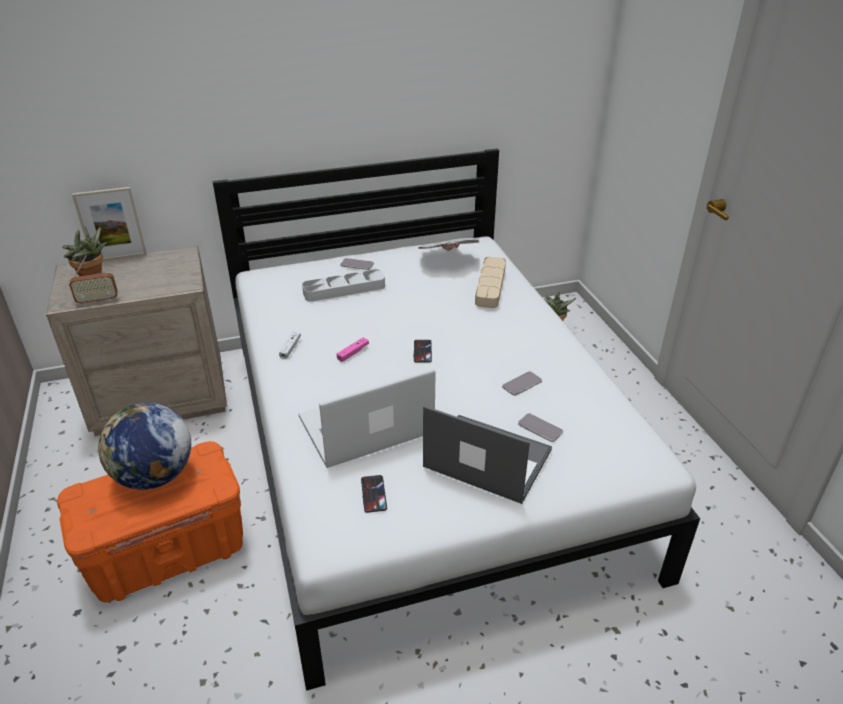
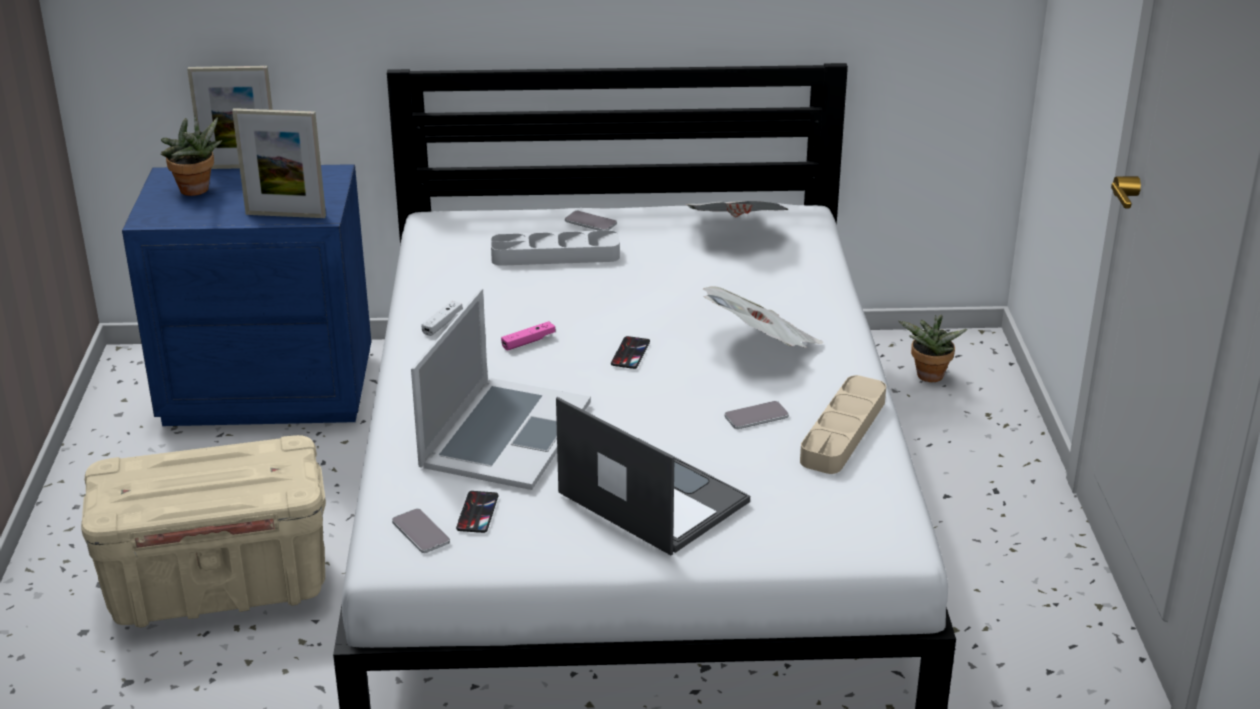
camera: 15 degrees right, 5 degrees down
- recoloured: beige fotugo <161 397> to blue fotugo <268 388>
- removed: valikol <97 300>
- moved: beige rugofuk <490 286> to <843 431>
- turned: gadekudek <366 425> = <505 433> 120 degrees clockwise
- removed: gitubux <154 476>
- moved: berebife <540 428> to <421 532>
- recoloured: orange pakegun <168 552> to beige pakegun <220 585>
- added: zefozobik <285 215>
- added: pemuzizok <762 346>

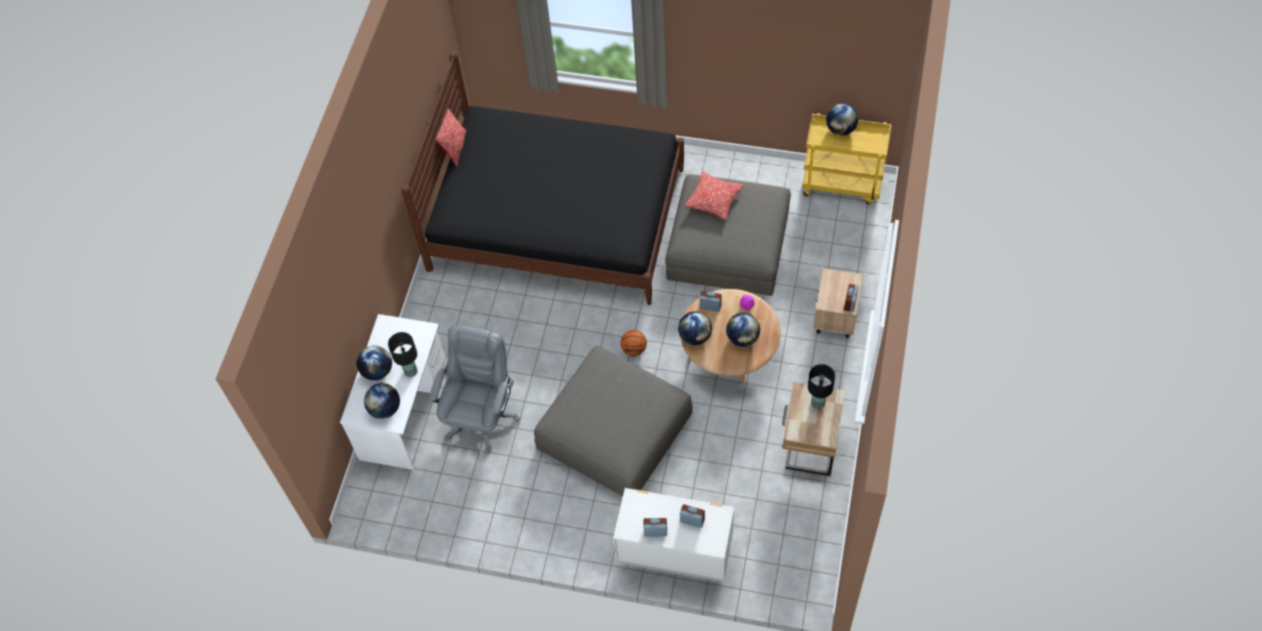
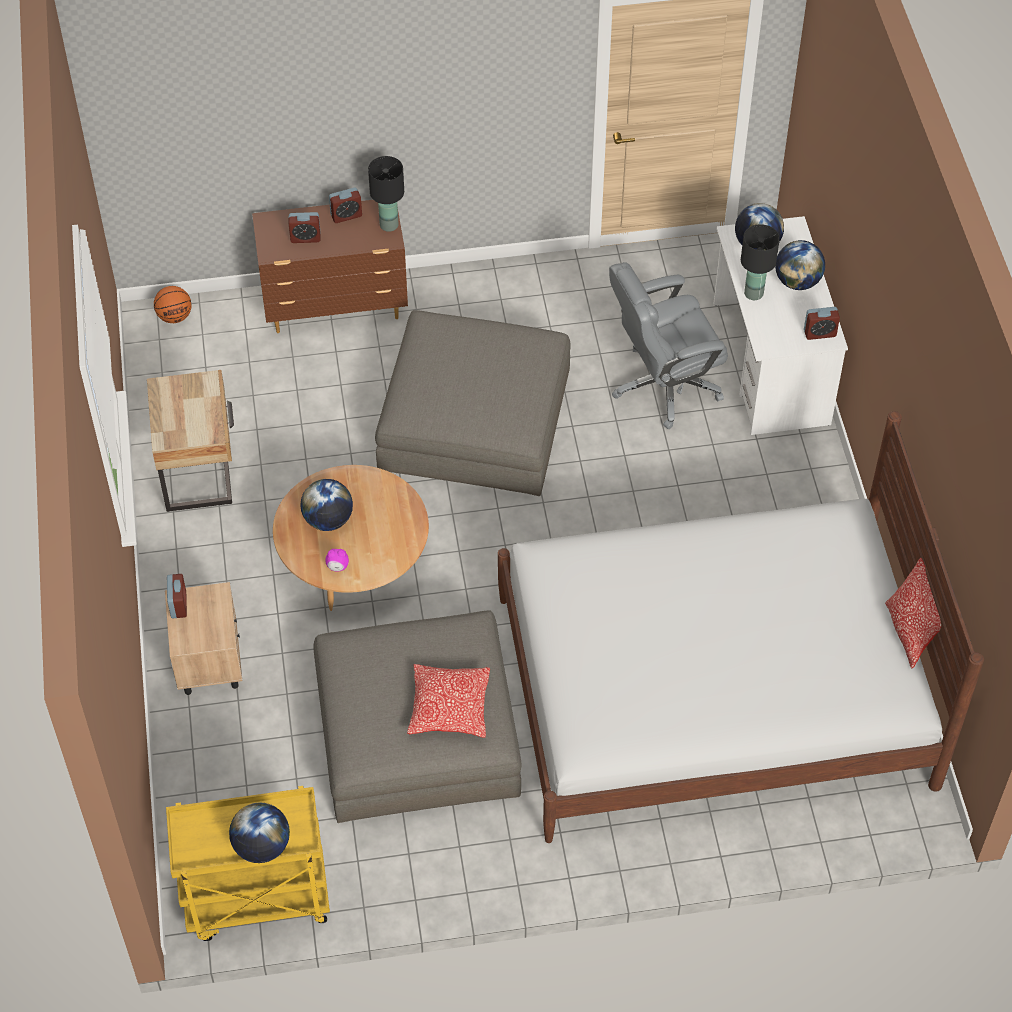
camera: 155 degrees right, 5 degrees down
- recoloured: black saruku <557 219> to white saruku <712 691>
- moved: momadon <710 306> to <819 333>
- removed: gitubux <695 336>
- turned: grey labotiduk <481 417> = <663 385> 75 degrees clockwise
- moved: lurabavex <634 349> to <174 316>
- moved: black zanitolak <818 403> to <388 225>
- recoloured: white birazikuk <674 555> to brown birazikuk <336 308>

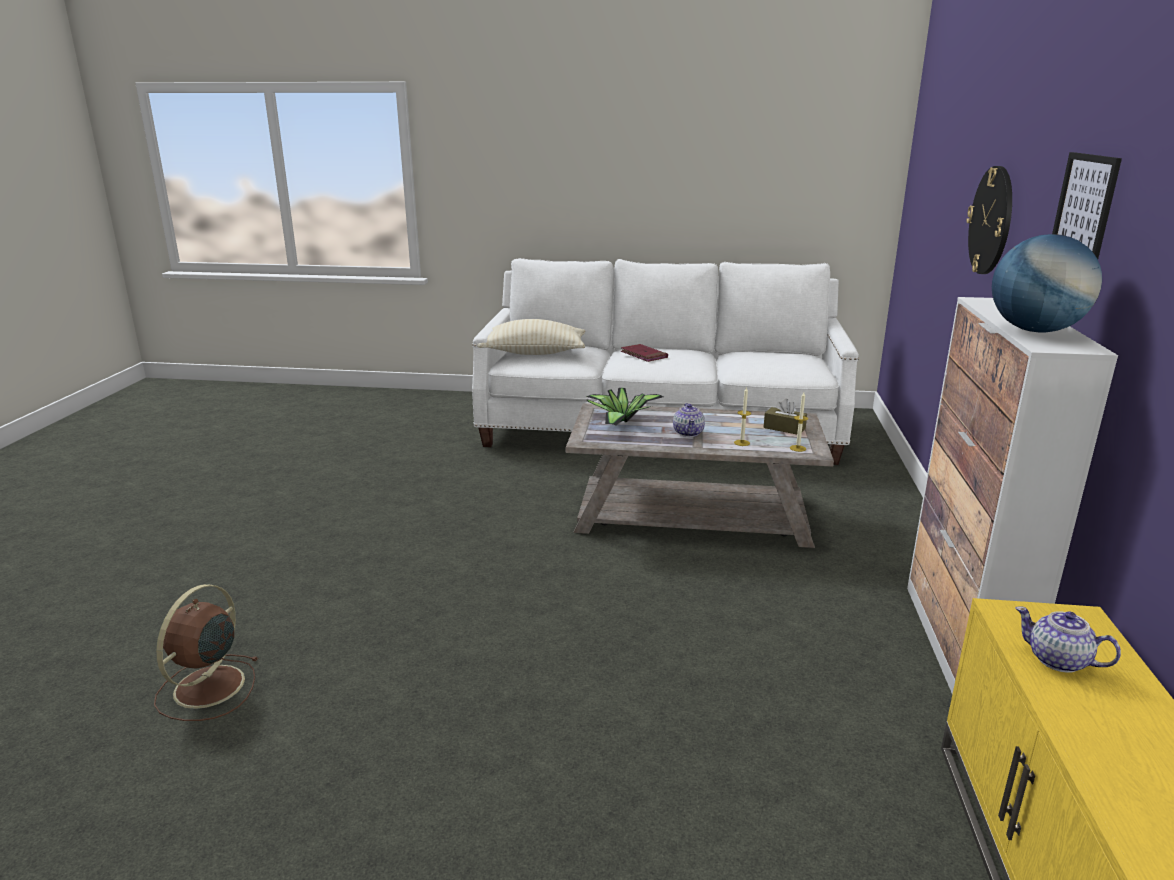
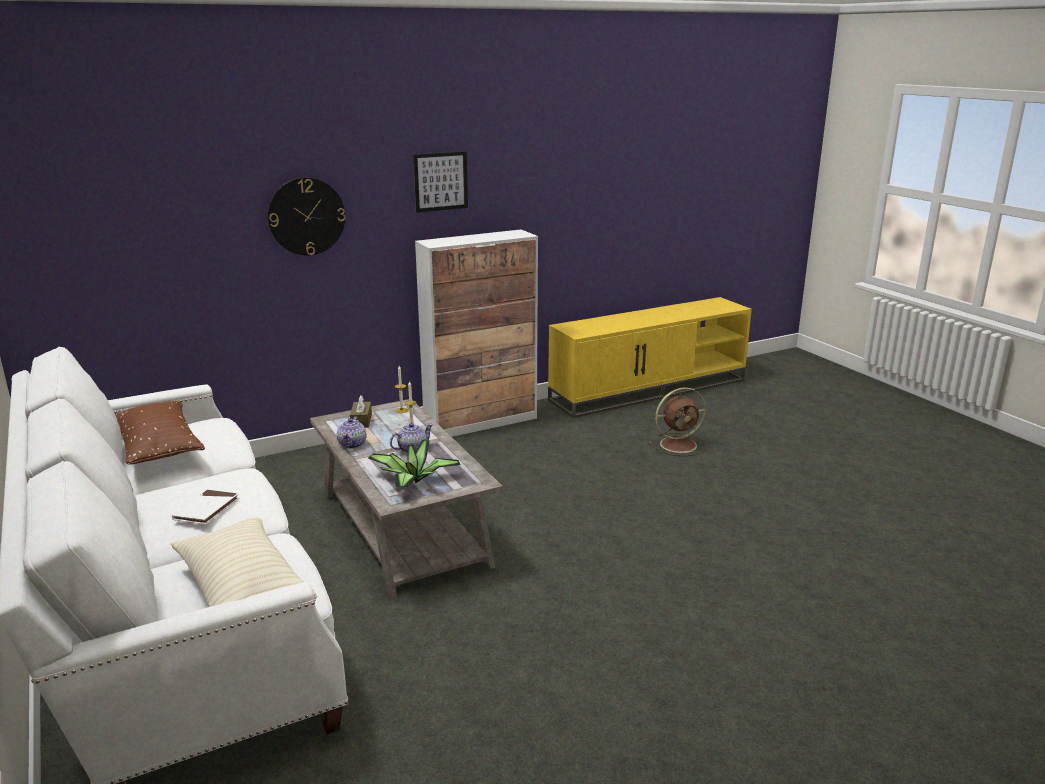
camera: 125 degrees left, 0 degrees up
- removed: gitubux <1035 331>
- recoloured: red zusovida <644 355> to white zusovida <206 510>
- moved: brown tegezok <207 688> to <680 444>
- moved: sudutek <1058 661> to <352 444>
- added: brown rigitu <159 448>

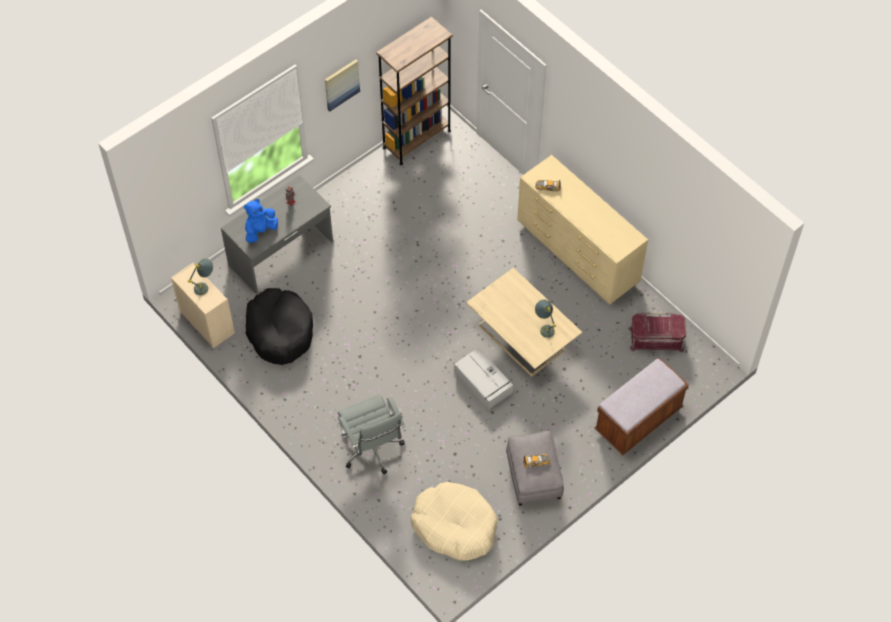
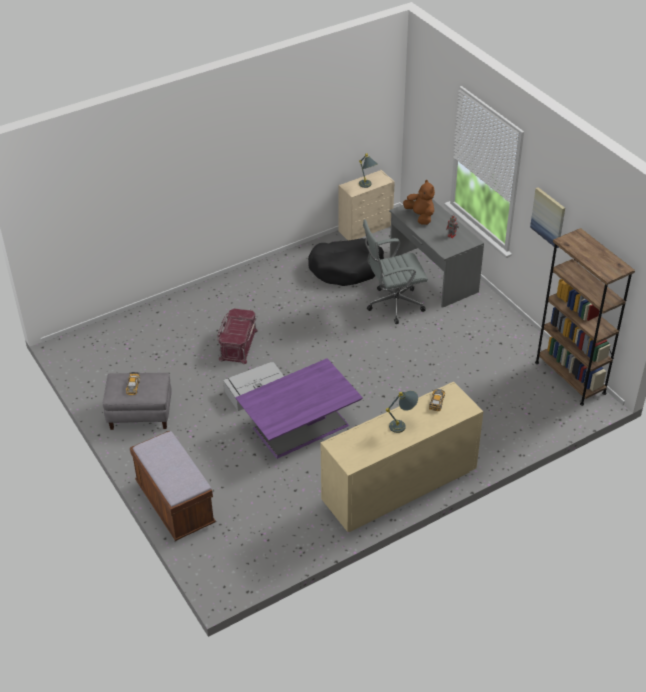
camera: 100 degrees right, 15 degrees down
- recoloured: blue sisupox <260 231> to brown sisupox <420 216>
- recoloured: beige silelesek <523 338> to purple silelesek <299 427>
- moved: grey zanitolak <544 327> to <403 425>
- moved: red pakegun <656 340> to <237 344>
- moved: grey labotiduk <372 450> to <392 305>
- removed: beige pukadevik <454 526>

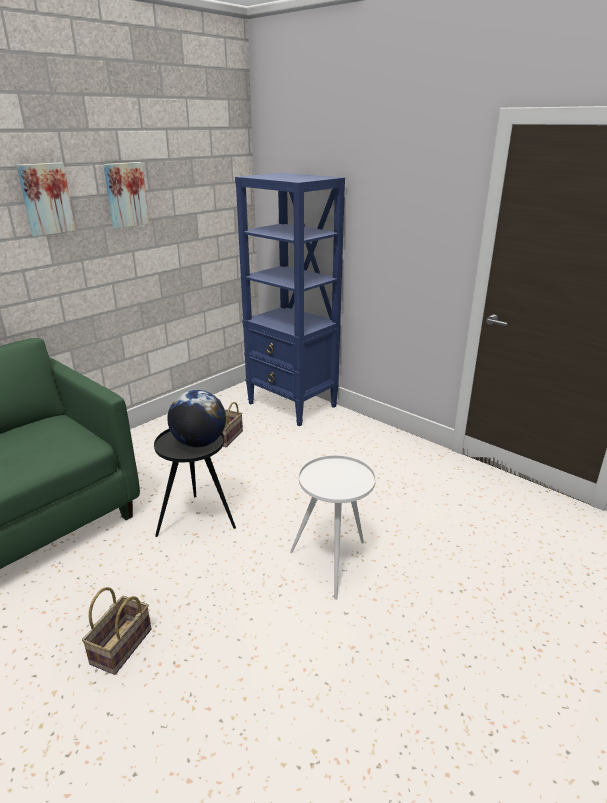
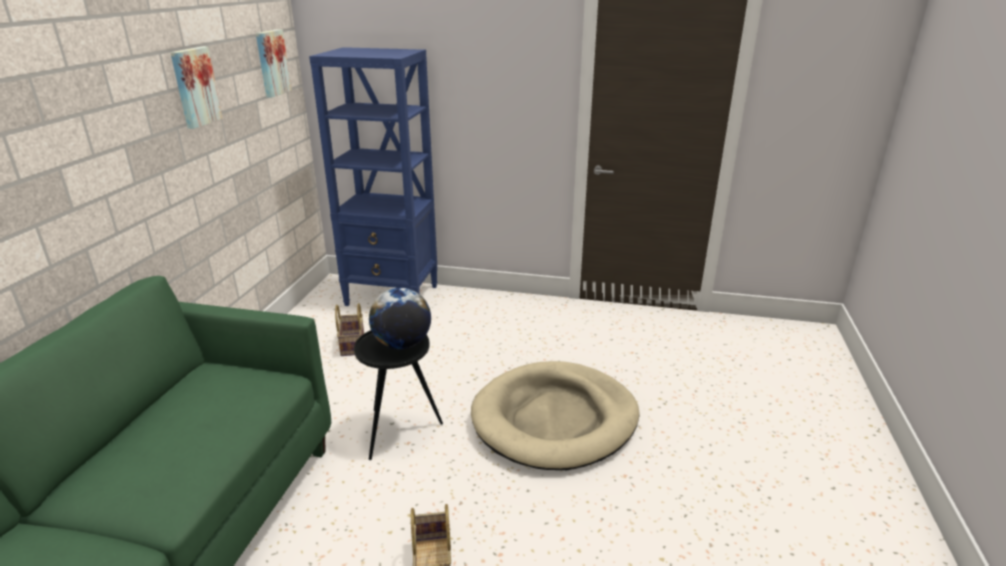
camera: 30 degrees left, 0 degrees up
- moved: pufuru <46 199> to <271 63>
- replaced: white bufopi <334 562> to beige pukadevik <555 419>

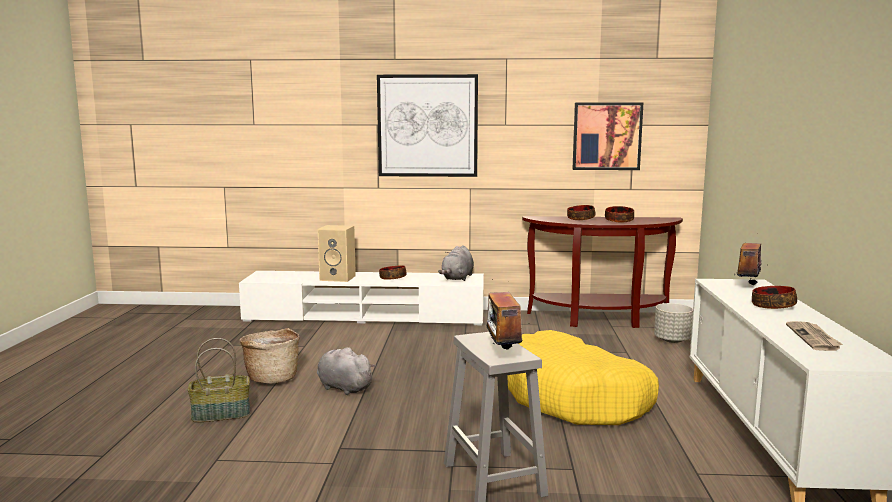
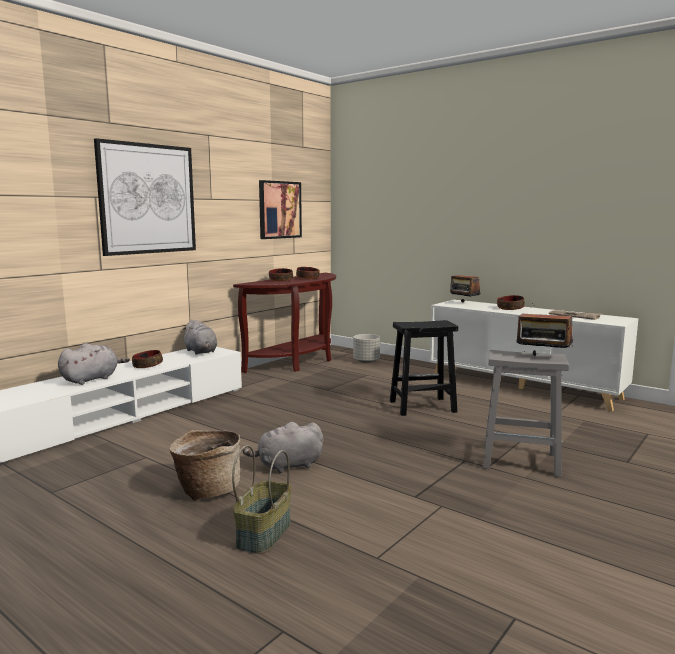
camera: 55 degrees left, 0 degrees up
- replaced: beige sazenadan <338 278> to grey sisupox <92 379>
- replaced: yellow pukadevik <575 398> to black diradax <421 406>

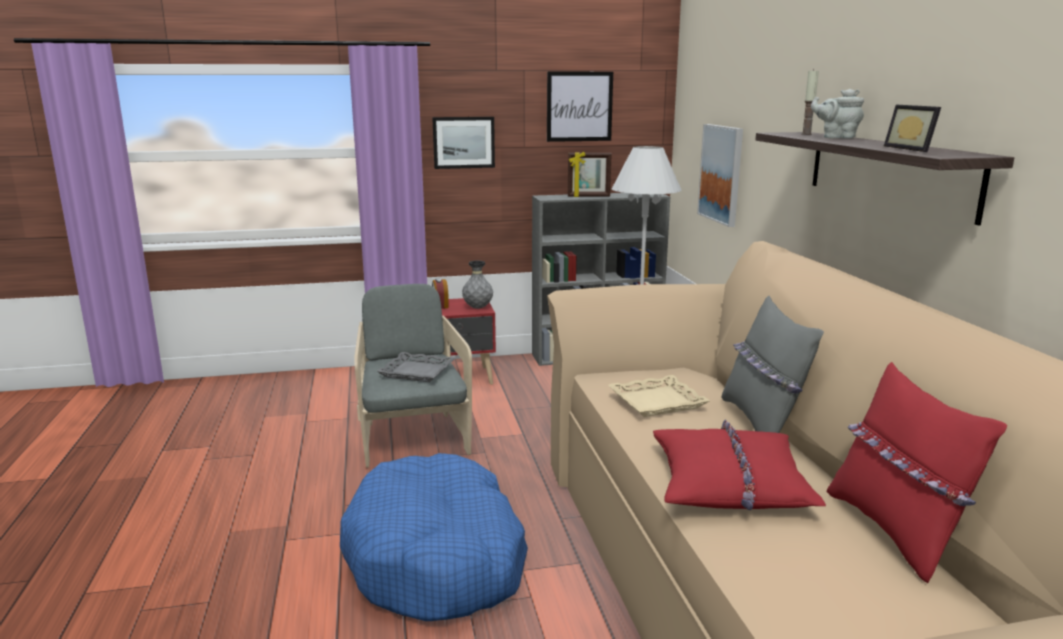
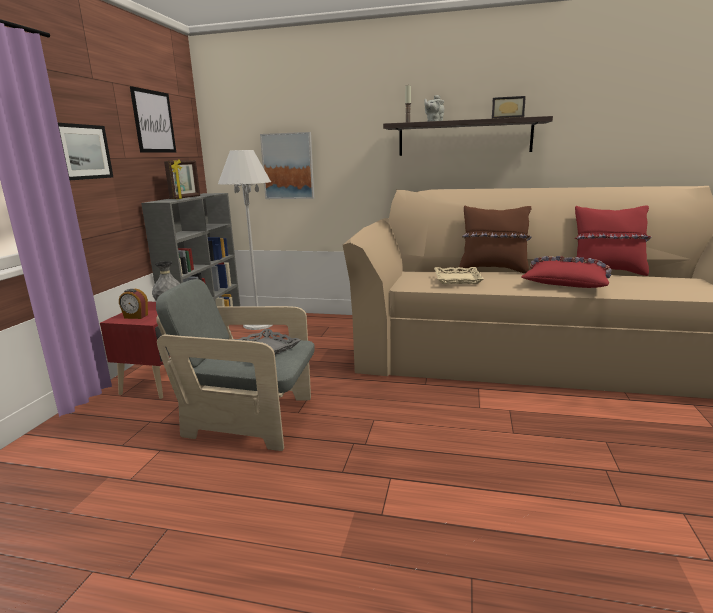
camera: 65 degrees left, 0 degrees up
- recoloured: grey rigitu <762 422> to brown rigitu <493 269>
- removed: blue pukadevik <437 558>

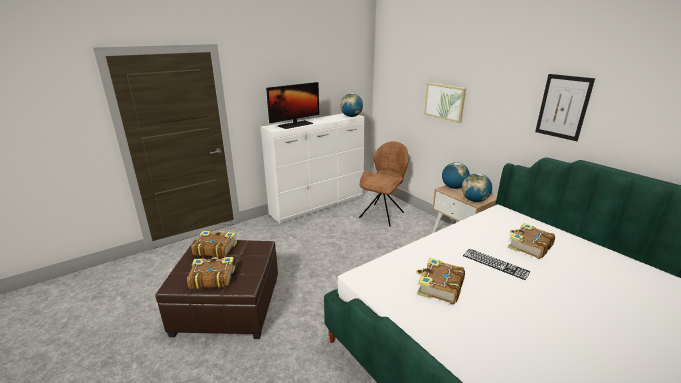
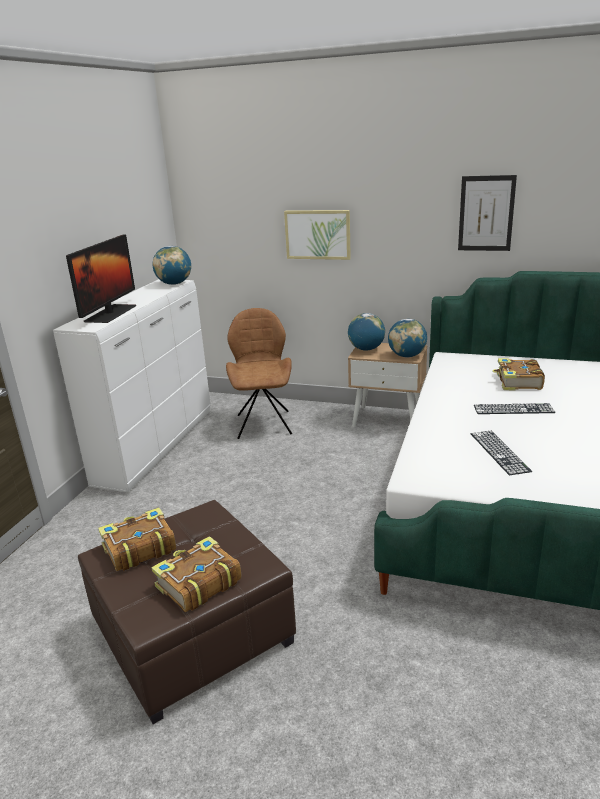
camera: 35 degrees left, 0 degrees up
- replaced: zusovida <439 287> to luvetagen <499 452>

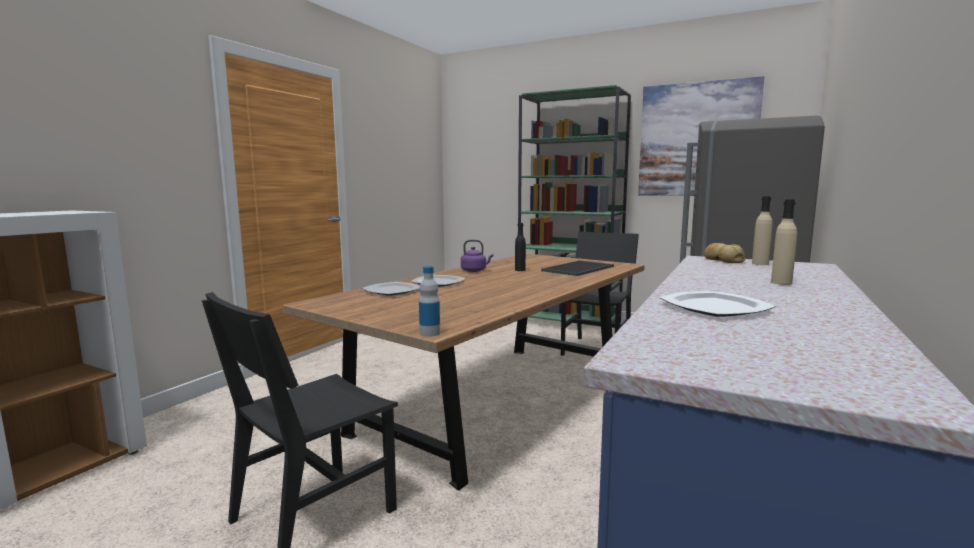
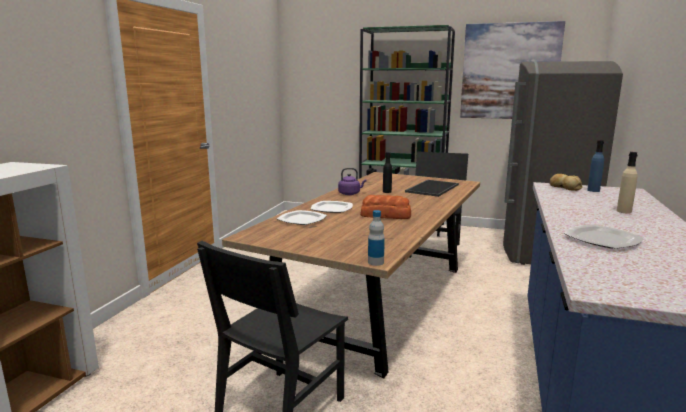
camera: 10 degrees left, 5 degrees up
- recoloured: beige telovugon <760 264> to blue telovugon <593 190>
- added: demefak <386 215>

